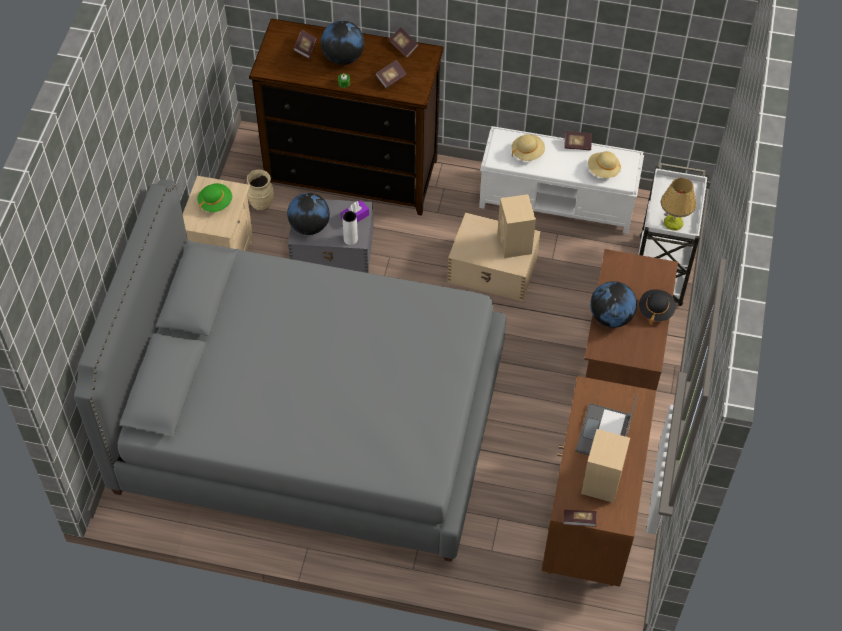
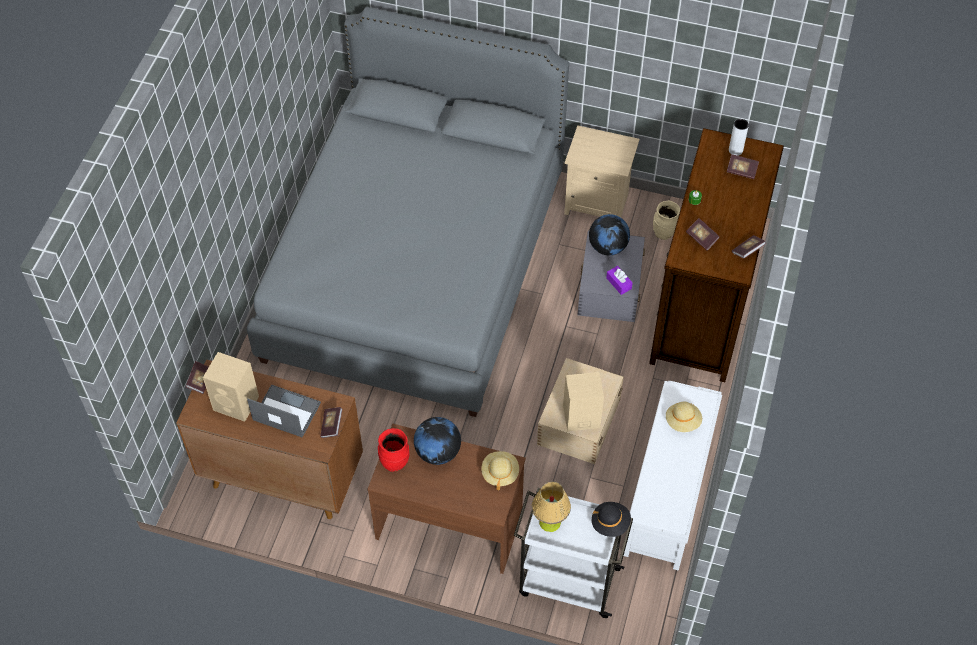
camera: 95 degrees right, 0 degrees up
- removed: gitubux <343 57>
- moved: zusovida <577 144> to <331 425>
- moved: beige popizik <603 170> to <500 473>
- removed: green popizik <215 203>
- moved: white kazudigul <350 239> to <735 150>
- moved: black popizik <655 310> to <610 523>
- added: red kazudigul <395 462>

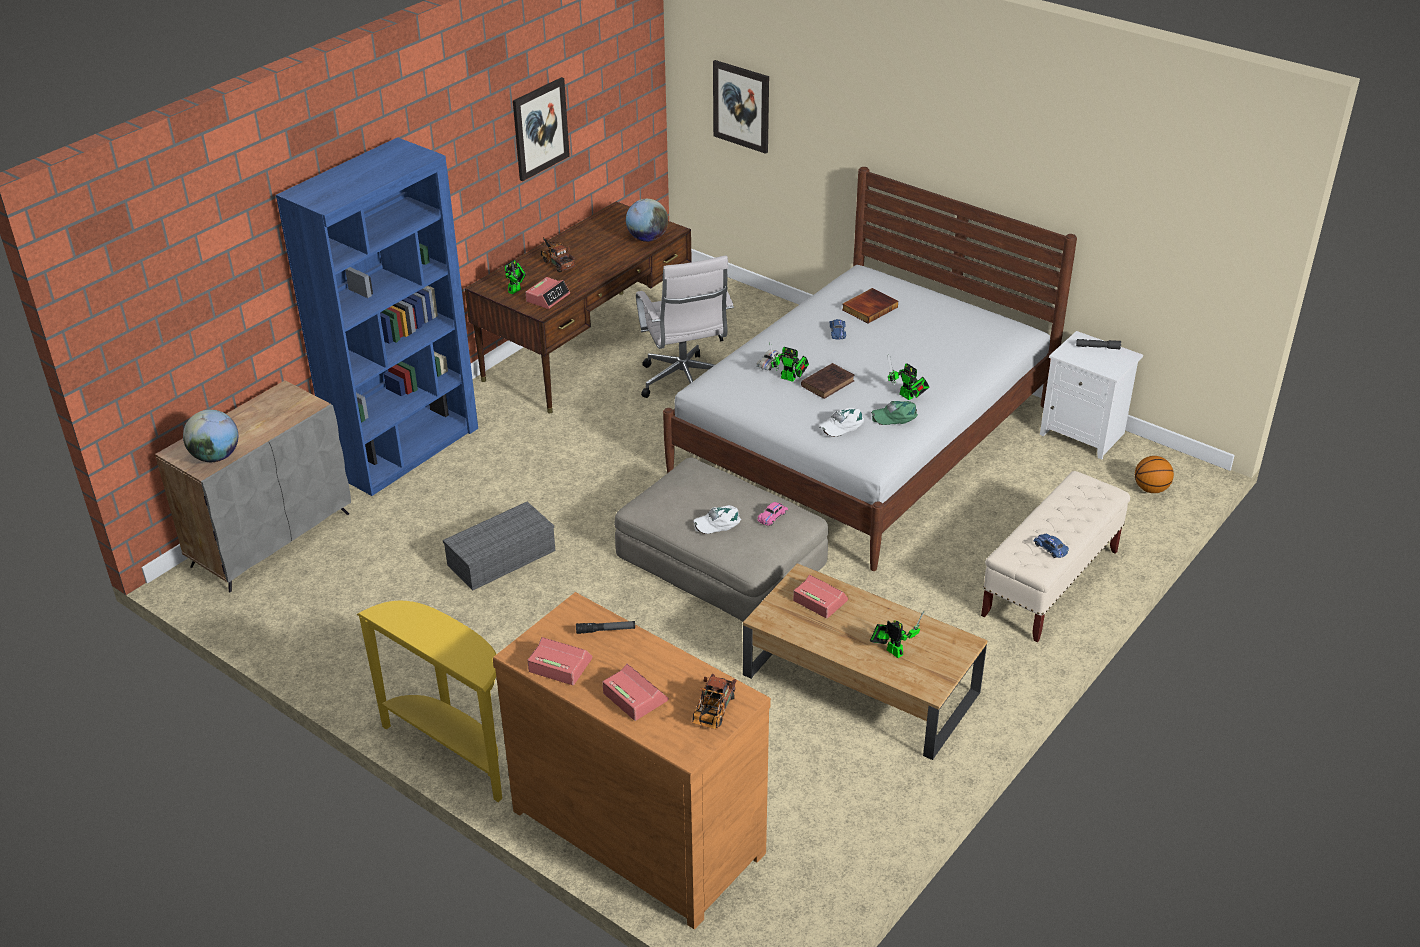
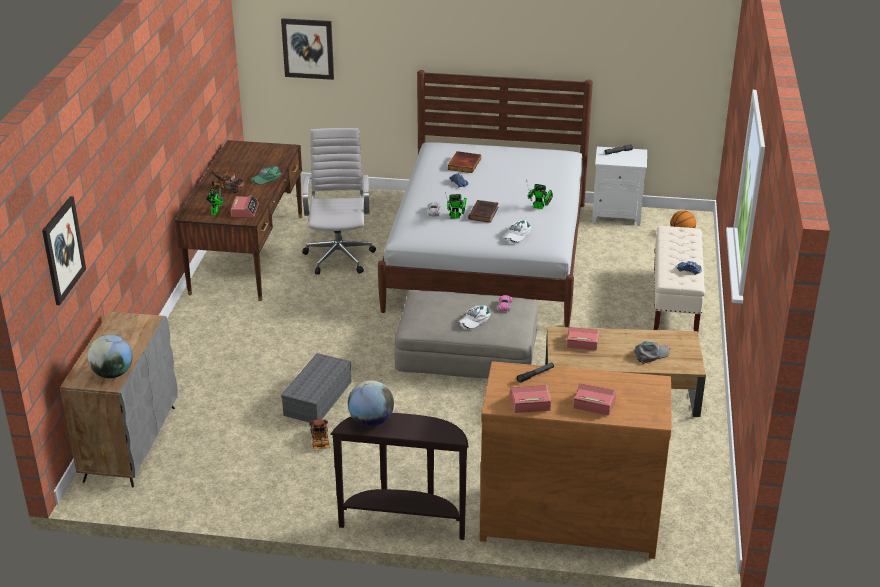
camera: 30 degrees left, 5 degrees down
- moved: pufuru <540 128> to <63 250>
- removed: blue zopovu <406 450>
- moved: gitubux <647 238> to <371 421>
- turned: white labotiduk <685 384> = <339 256> 135 degrees counterclockwise
- moved: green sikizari <895 416> to <266 178>
- recoloured: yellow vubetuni <454 750> to brown vubetuni <403 522>
- replaced: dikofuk <892 650> to grey sikizari <651 354>
- moved: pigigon <712 713> to <320 441>

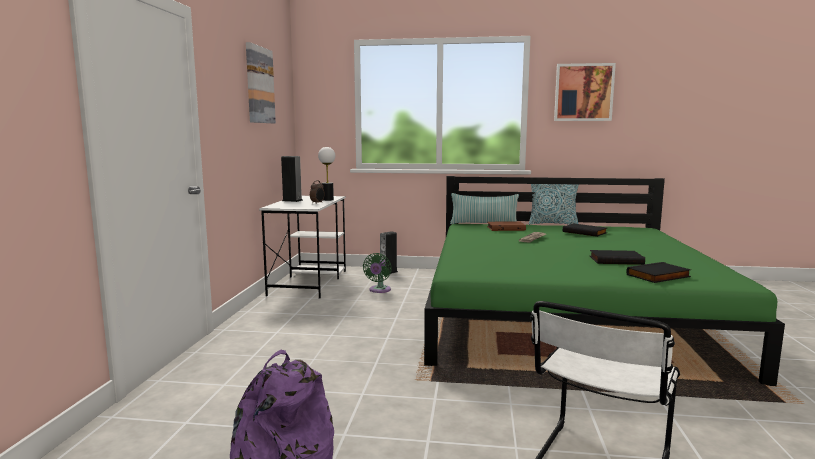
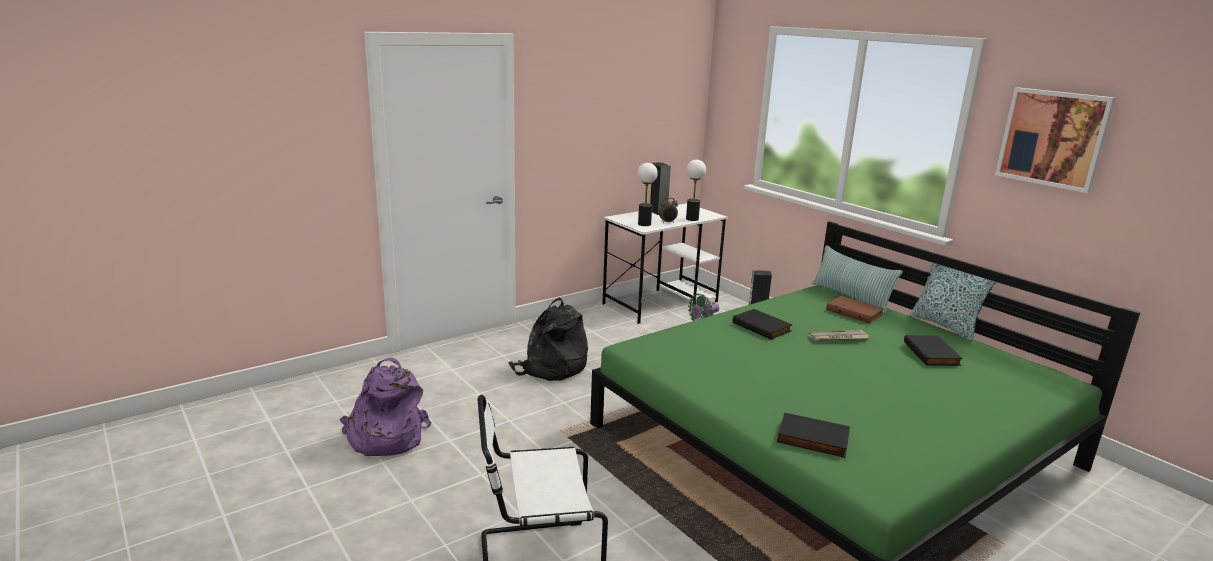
camera: 45 degrees right, 10 degrees up
- removed: pufuru <259 85>
- moved: black zusovida <616 260> to <762 327>
- added: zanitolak <644 224>
- added: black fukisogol <551 368>

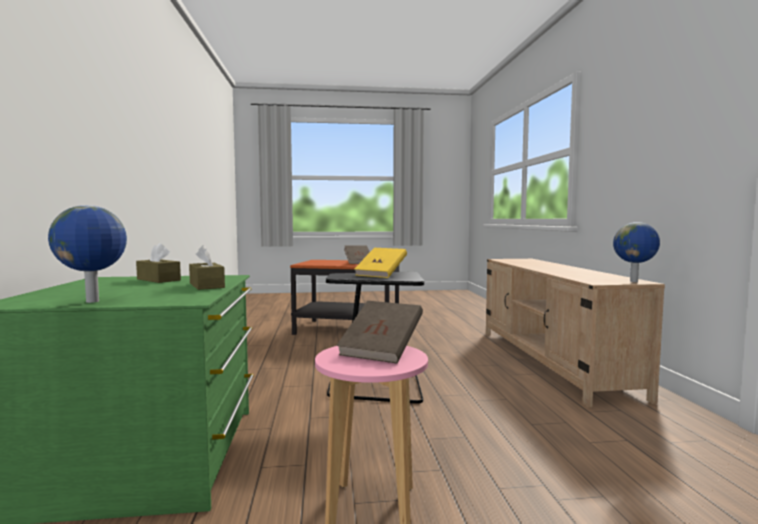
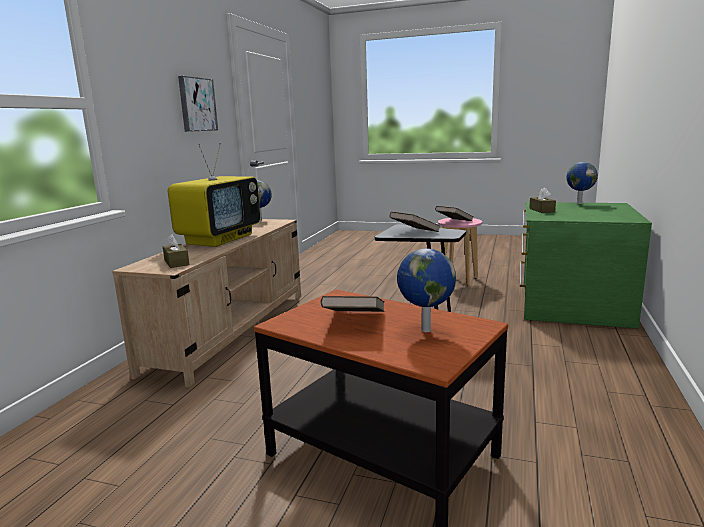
camera: 155 degrees left, 10 degrees up
- moved: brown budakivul <158 279> to <176 262>
- recoloured: yellow zusovida <381 274> to brown zusovida <414 232>
- added: pufuru <197 104>
- added: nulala <220 239>
- added: gitubux <424 330>

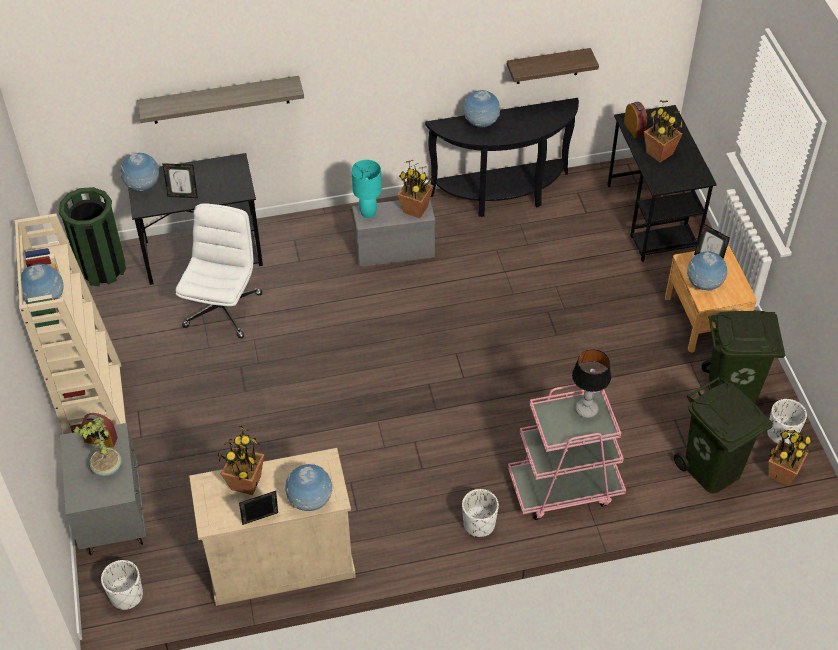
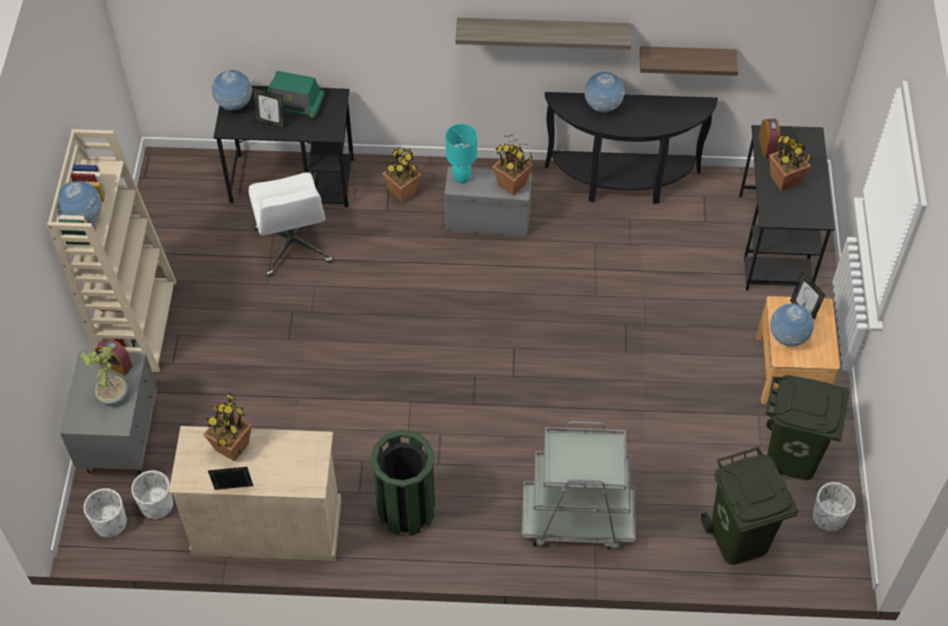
camera: 15 degrees right, 5 degrees up
- moved: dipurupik <220 100> to <543 32>
- moved: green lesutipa <102 268> to <406 510>
- turned: white labotiduk <223 309> = <293 246> 135 degrees clockwise
- removed: zanitolak <586 410>
- recoloured: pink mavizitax <564 487> to grey mavizitax <577 519>
- moved: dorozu <781 474> to <402 192>
- removed: gitubux <310 501>
- moved: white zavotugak <479 524> to <157 505>
- added: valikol <294 103>

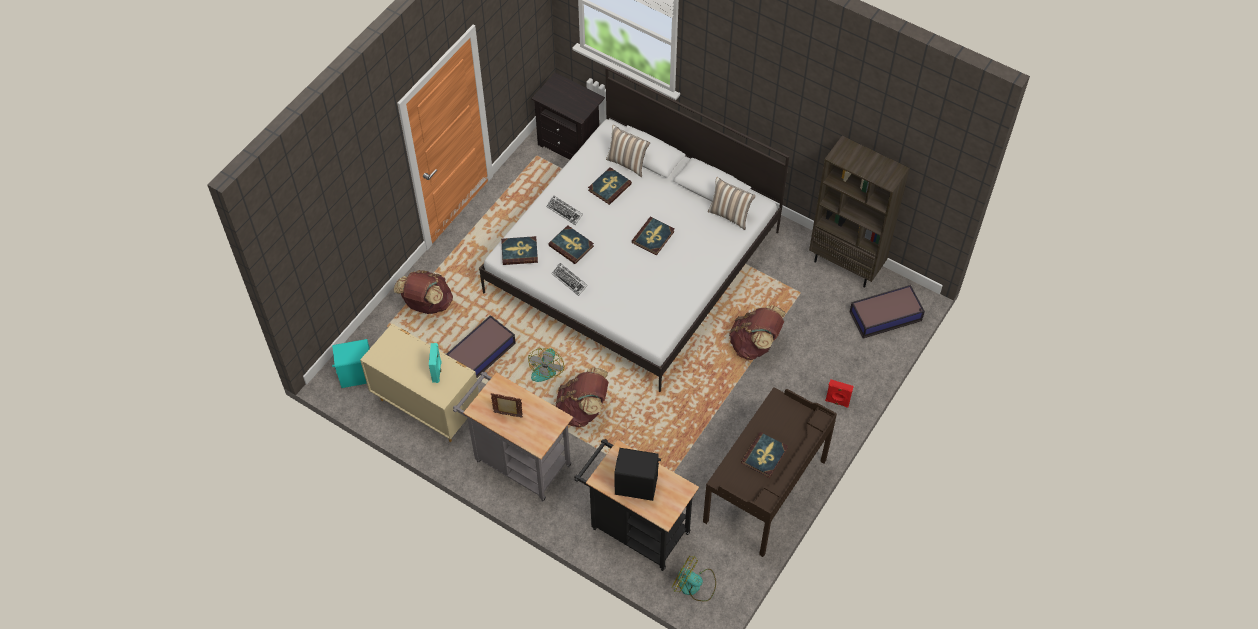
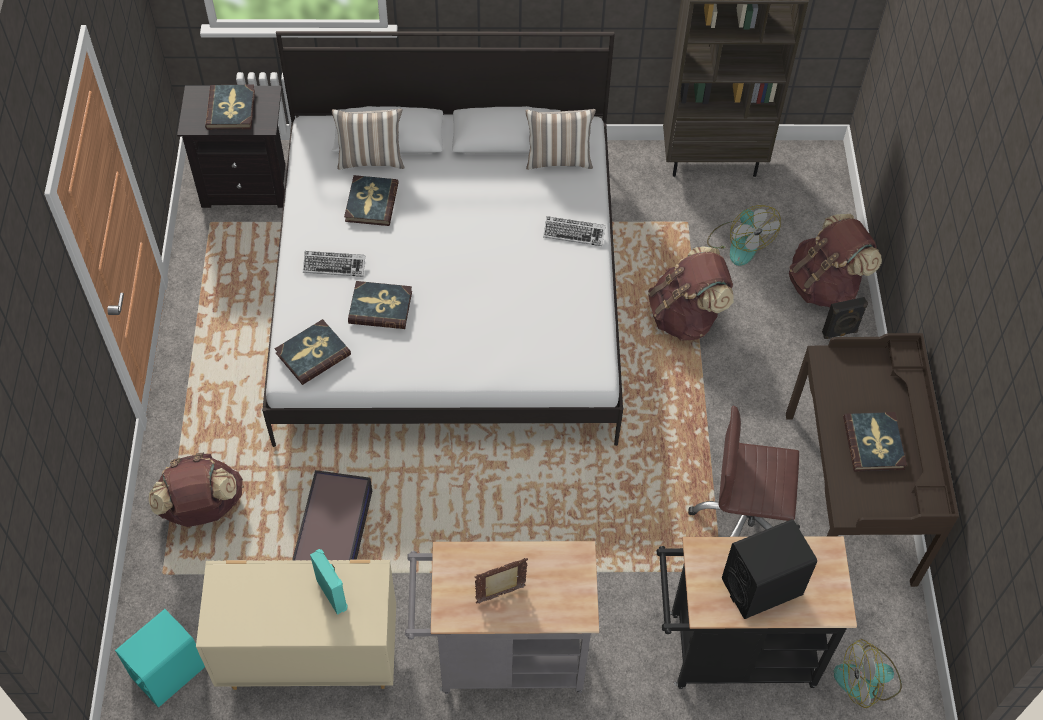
camera: 35 degrees left, 0 degrees up
- moved: zusovida <653 237> to <231 109>
- moved: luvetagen <569 280> to <574 233>
- removed: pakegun <886 316>
- moved: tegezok <545 367> to <739 243>
- moved: brown fukisogol <583 409> to <824 286>
- recoloured: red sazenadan <837 402> to black sazenadan <840 333>
- added: brown labotiduk <743 520>

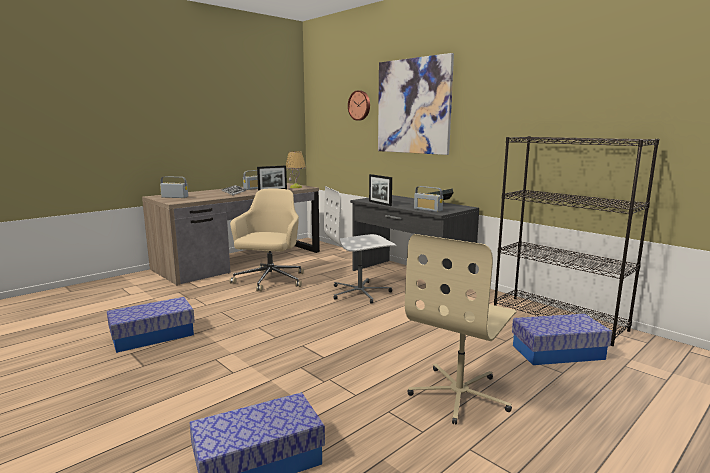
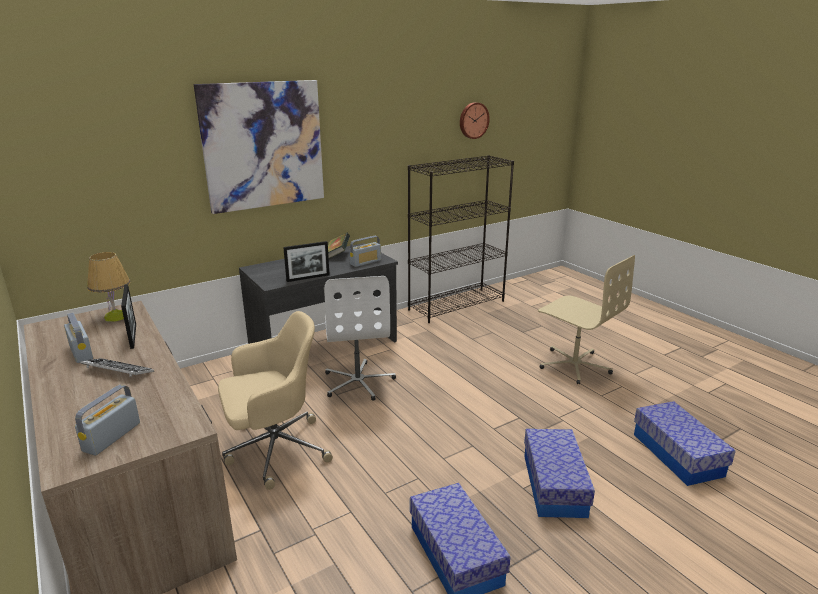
camera: 80 degrees left, 10 degrees up
- moved: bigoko <360 105> to <473 120>
- turned: beige labotiduk <269 281> = <274 450> 135 degrees clockwise
- moved: pakegun <558 352> to <554 485>

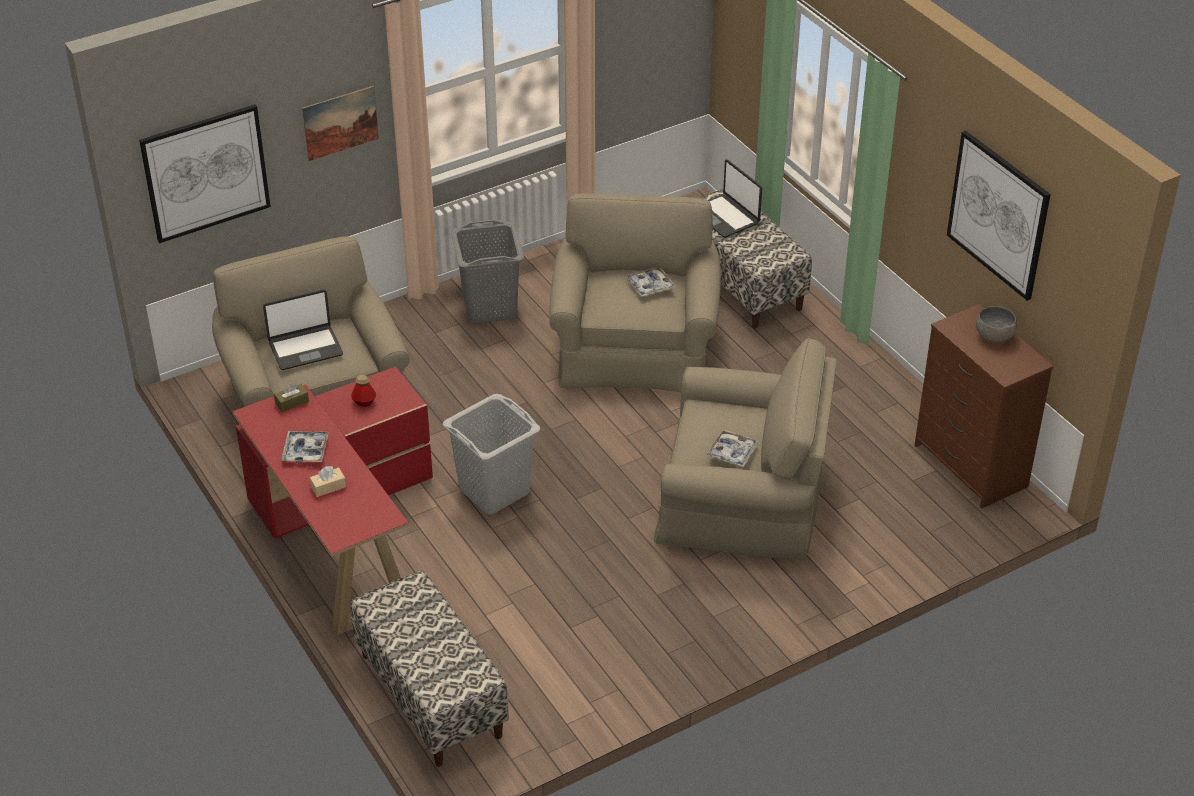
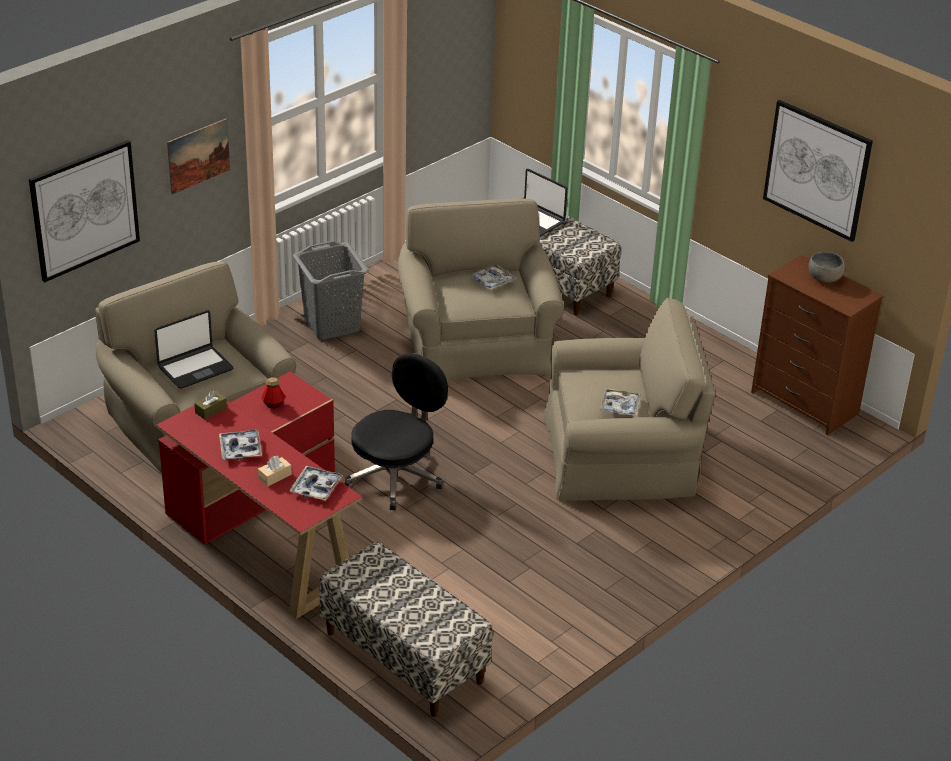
camera: 15 degrees left, 5 degrees down
- replaced: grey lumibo <495 491> to black labotiduk <396 477>
- added: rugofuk <316 487>

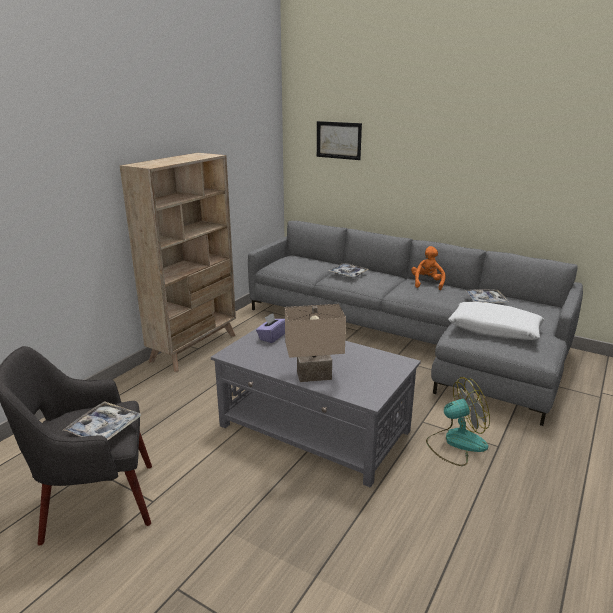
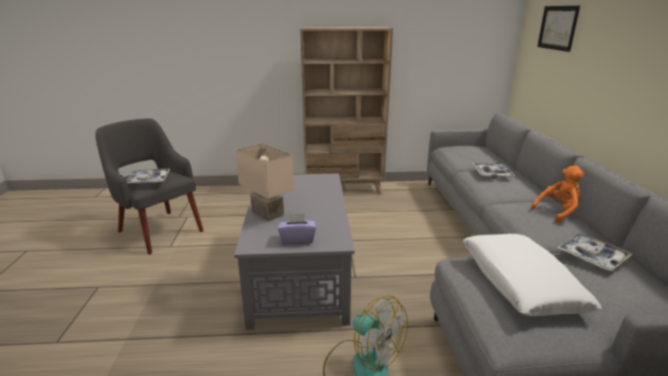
camera: 55 degrees right, 0 degrees up
- moved: purple budakivul <272 337> to <297 239>

